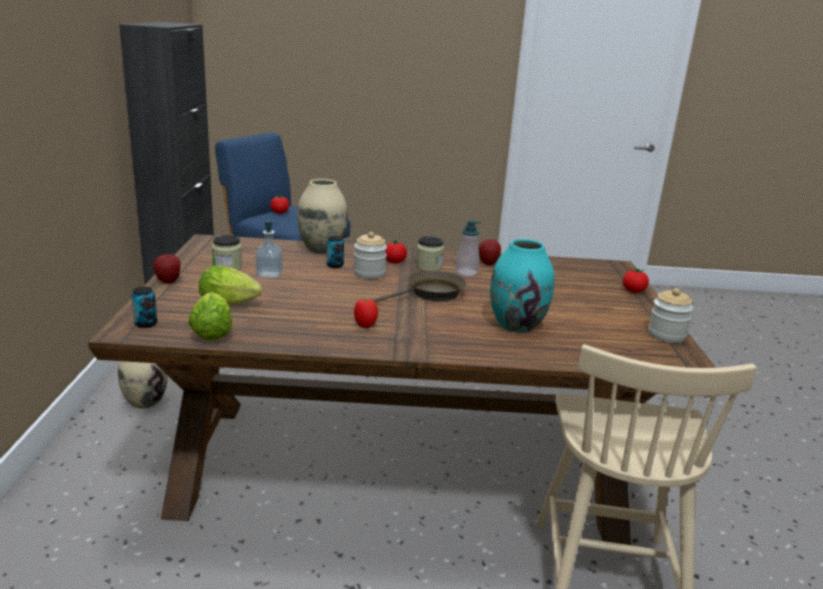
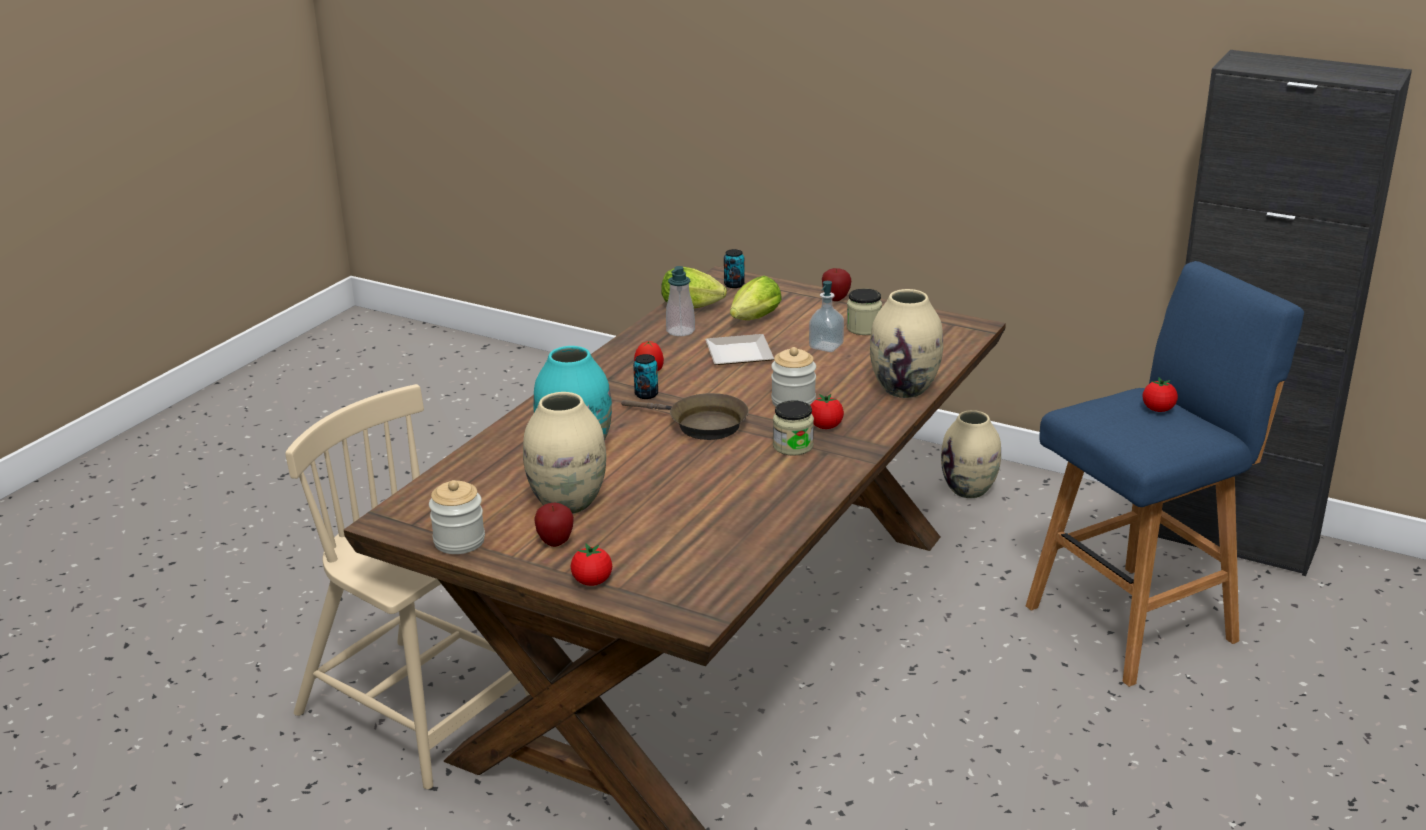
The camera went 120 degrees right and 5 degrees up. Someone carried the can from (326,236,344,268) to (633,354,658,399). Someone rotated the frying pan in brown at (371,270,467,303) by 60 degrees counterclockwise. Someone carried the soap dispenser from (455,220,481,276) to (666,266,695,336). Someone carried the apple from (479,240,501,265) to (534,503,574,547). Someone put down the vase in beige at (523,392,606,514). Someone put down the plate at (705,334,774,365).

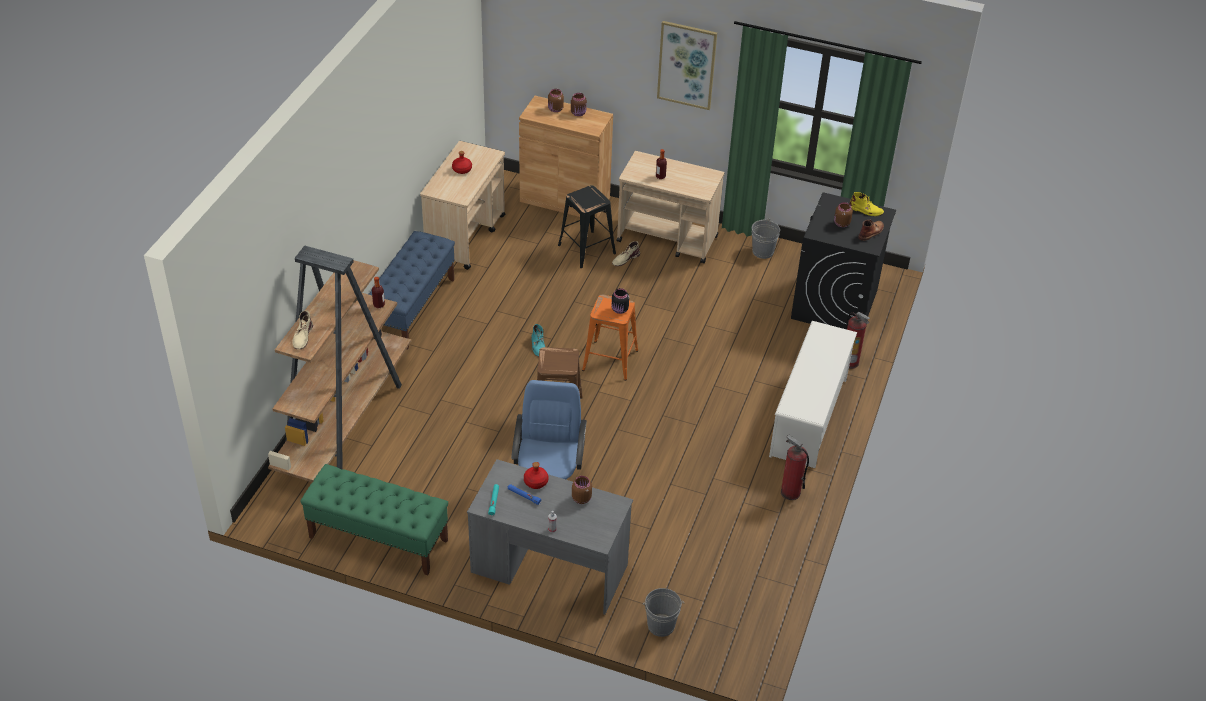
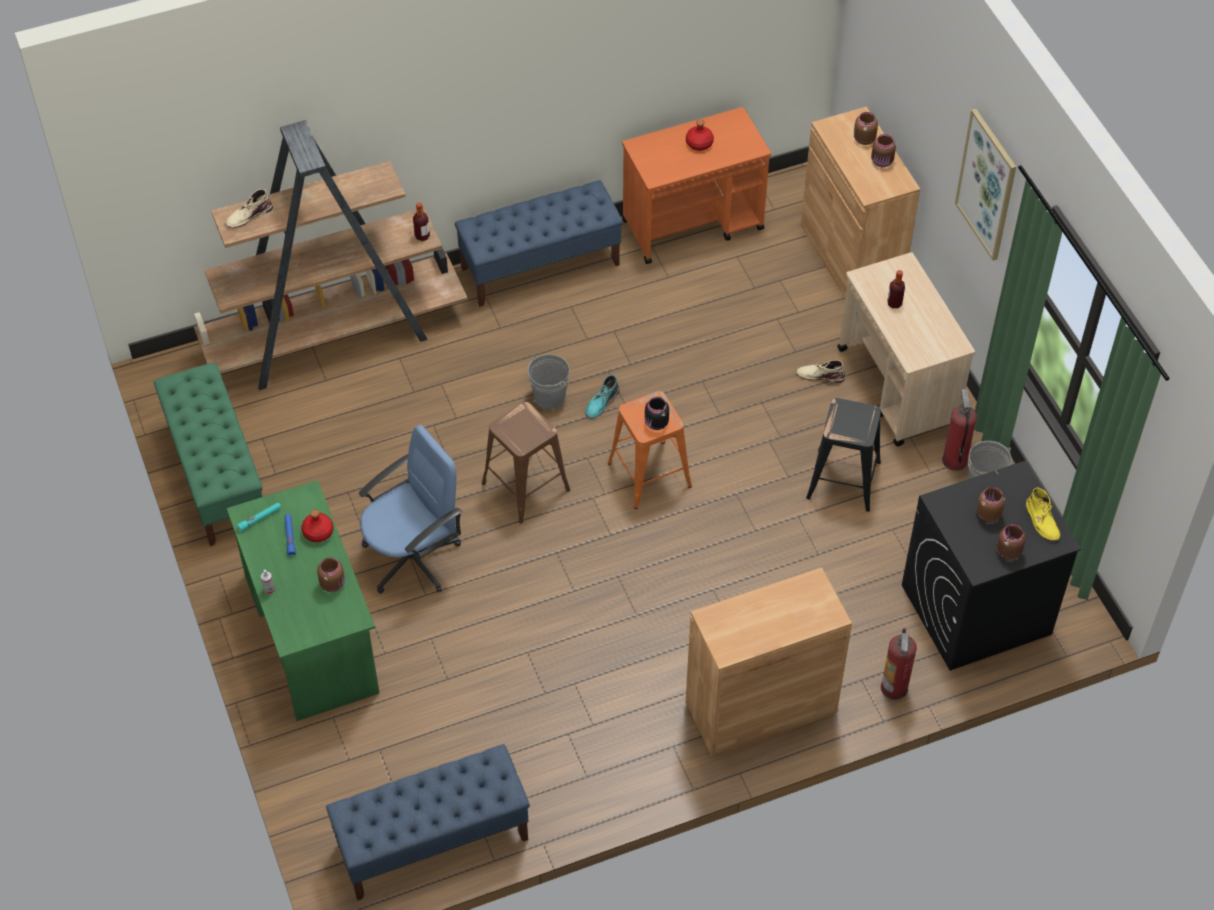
The camera went 50 degrees right and 10 degrees up. Someone repainted the cart in beige at (420,141,505,270), which became the cart in orange at (622,107,771,264). Someone repainted the desk in grey at (467,459,633,615), which became the desk in green at (226,480,379,721). Someone carried the stool in black from (558,185,616,268) to (806,398,881,512). Someone carried the bucket in grey from (643,588,684,637) to (528,354,570,409). Someone swapped the shoe rack in white at (769,321,857,468) for the cabinet in brown at (686,567,852,757). Someone carried the fire extinguisher from (781,435,809,500) to (942,389,977,471). Someone swapped the boot in brown at (858,219,884,241) for the jar in brown at (997,524,1026,560). Someone put down the bench in blue at (326,744,530,901).

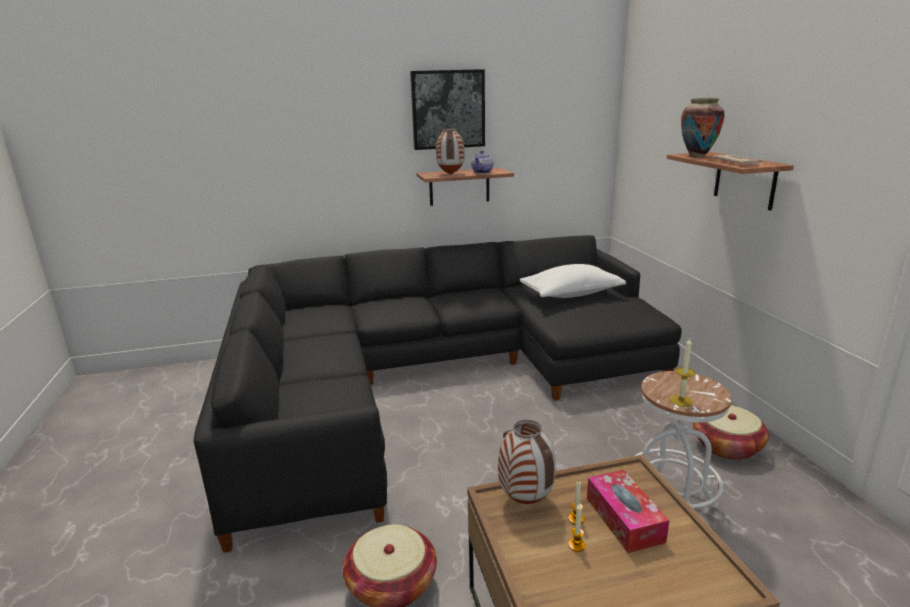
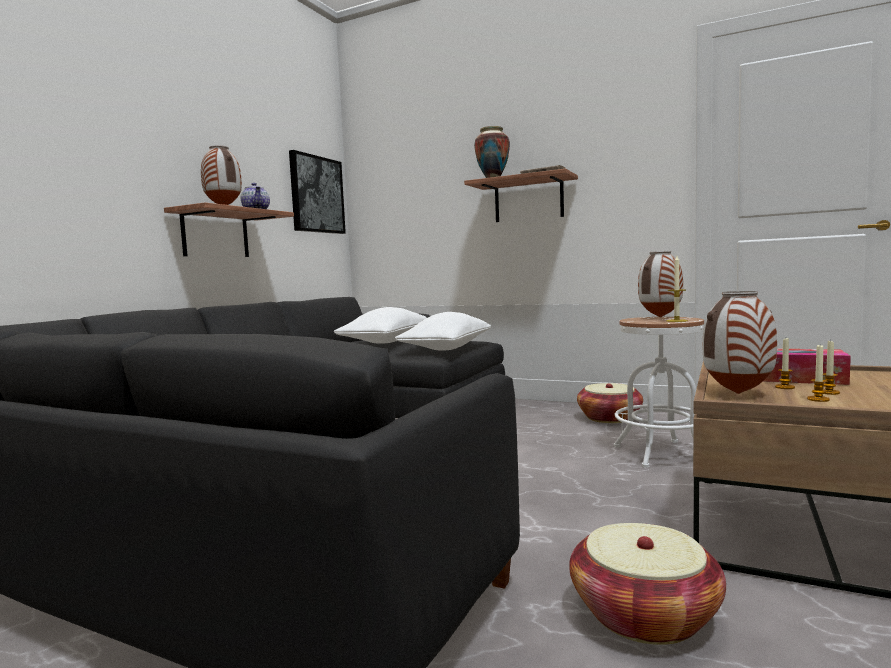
The camera went 50 degrees left and 15 degrees down. Someone carried the picture from (410,69,485,150) to (289,150,346,234). Someone put down the pillow in white at (395,312,491,350). Someone put down the vase at (638,251,683,318). Someone put down the candle at (807,345,830,402).

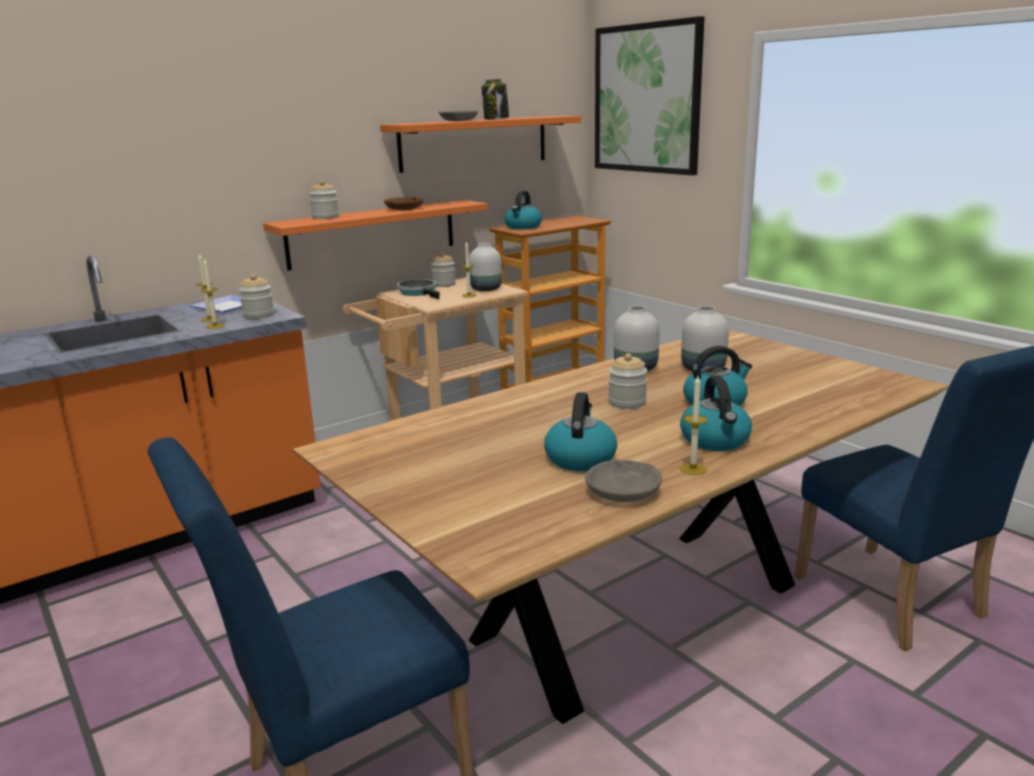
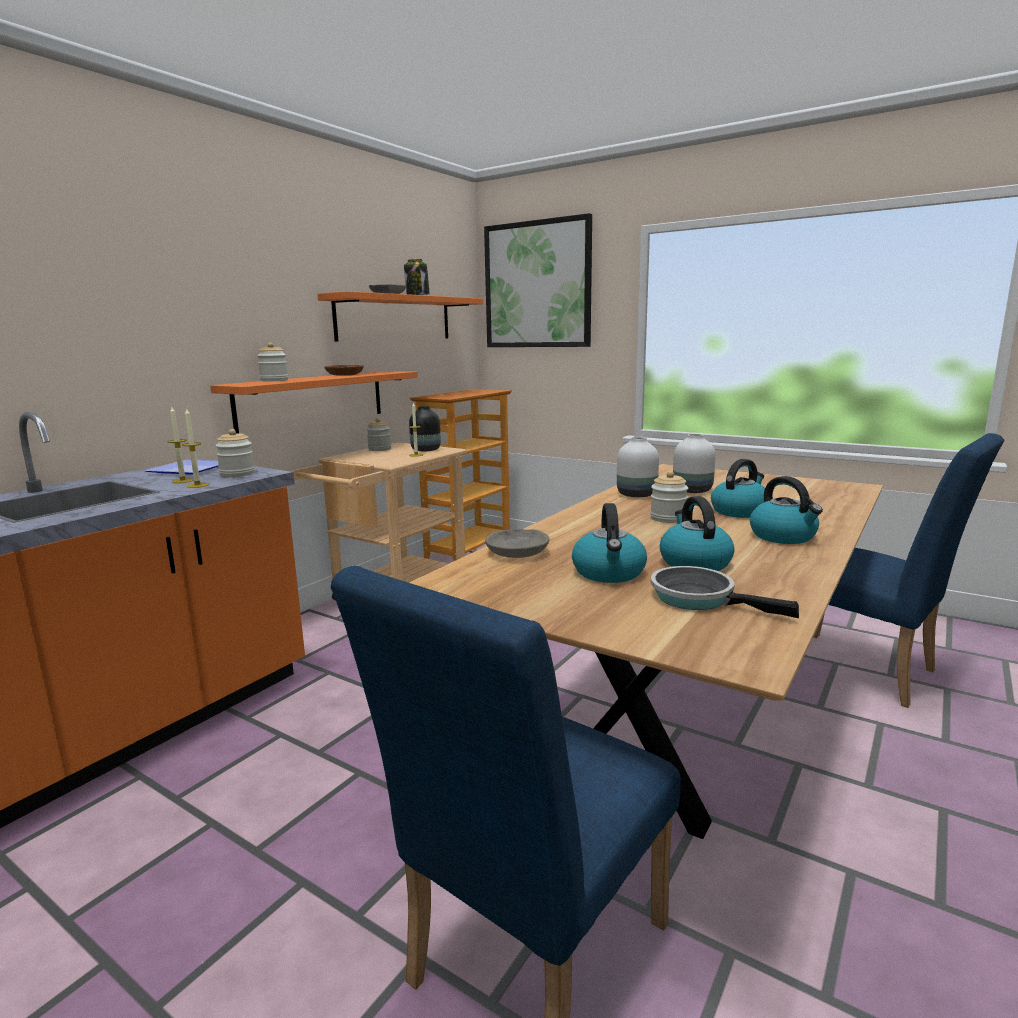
The camera went 20 degrees left and 5 degrees down. Someone carried the frying pan from (397,279,440,299) to (651,566,799,618). Someone repainted the vase in white at (469,243,502,291), which became the vase in black at (409,406,441,451). Someone carried the kettle from (505,191,542,230) to (572,503,647,583). Someone carried the bowl in grey from (585,460,662,502) to (485,529,549,558). Someone took away the candle at (680,376,708,475).

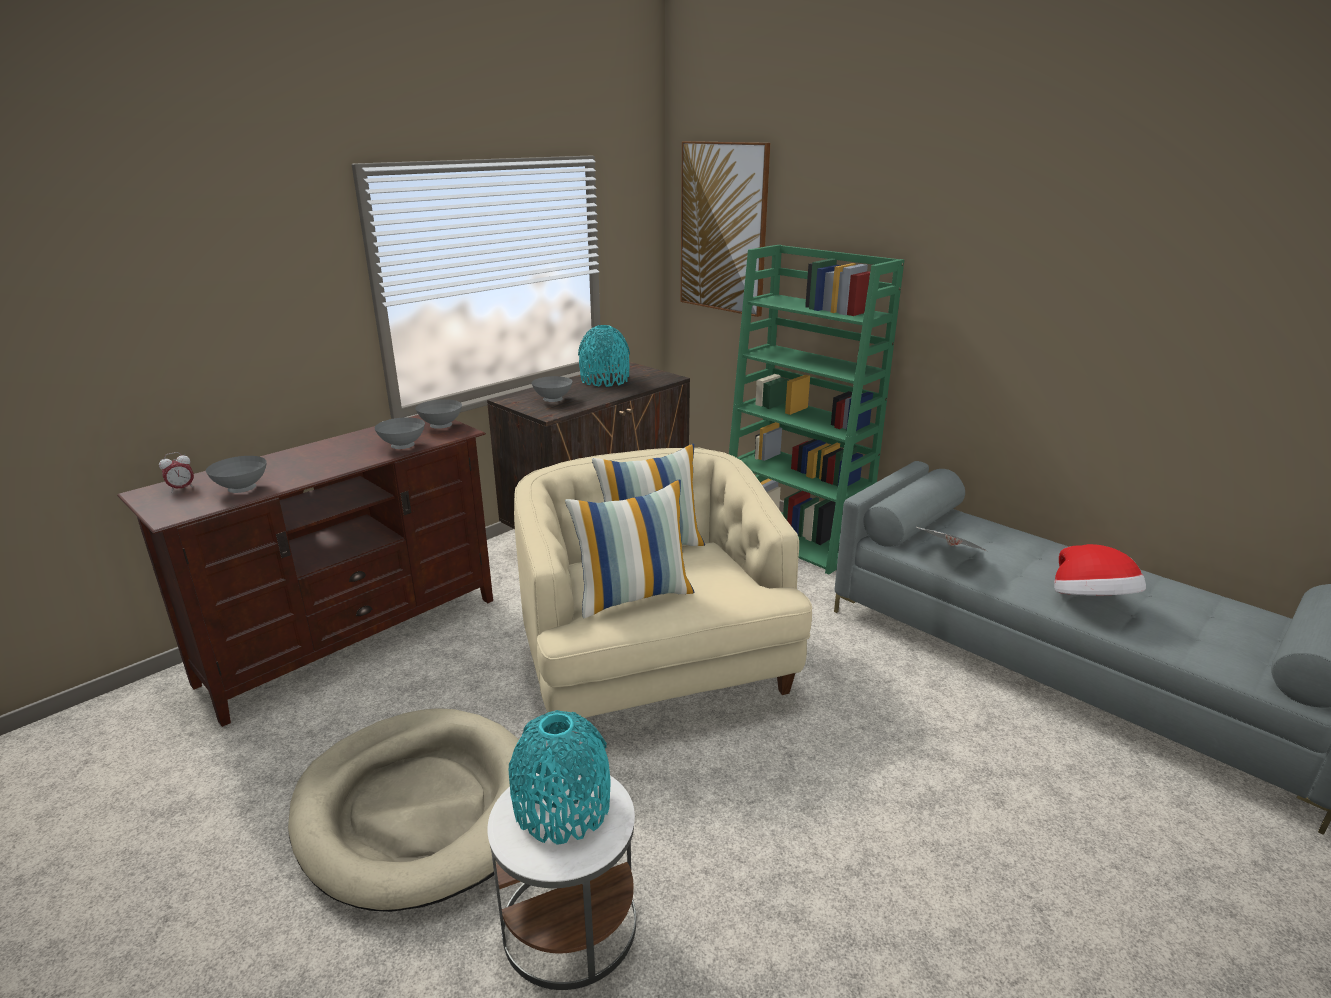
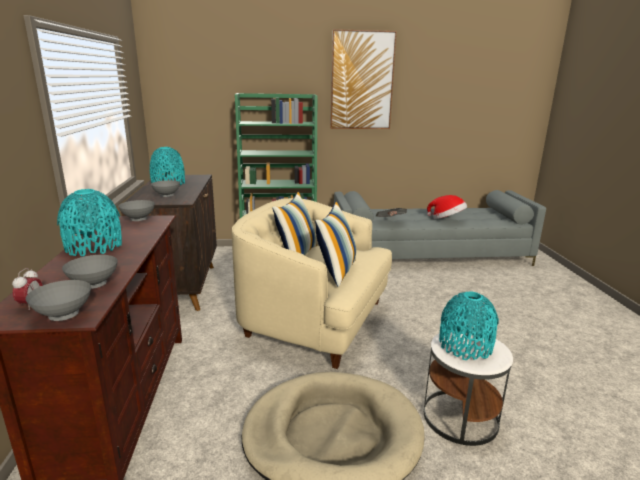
The camera went 50 degrees left and 5 degrees down. Someone carried the bowl in grey from (375,417,425,449) to (26,280,91,321). Someone carried the picture from (681,141,770,317) to (330,29,396,129). Someone put down the vase in turquoise at (57,189,122,256).

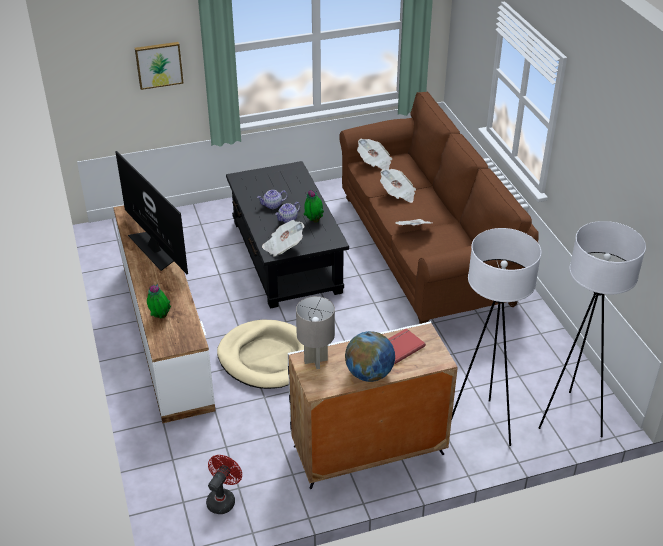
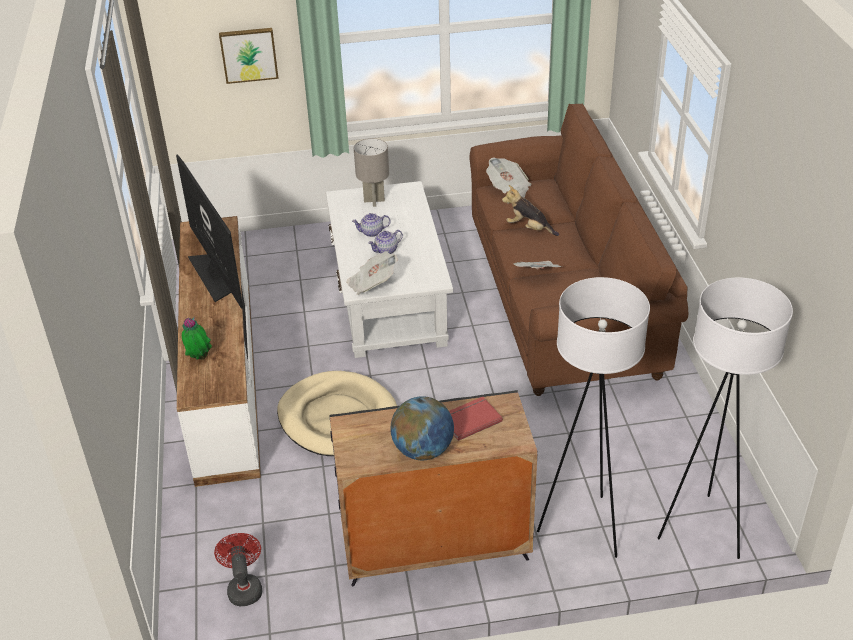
The camera went 10 degrees right and 0 degrees up. Someone rotated the fan in red at (206,455,242,514) by 45 degrees counterclockwise. Someone repainted the coffee table in black at (226,161,349,309), which became the coffee table in white at (326,181,453,358). Someone repainted the cabinet in white at (288,321,457,489), which became the cabinet in black at (329,390,537,586). Someone carried the table lamp in grey from (296,296,335,369) to (354,138,389,207). Someone took away the potted plant at (304,190,324,223). Someone swapped the newspaper at (380,169,416,203) for the plush toy at (502,185,559,236).

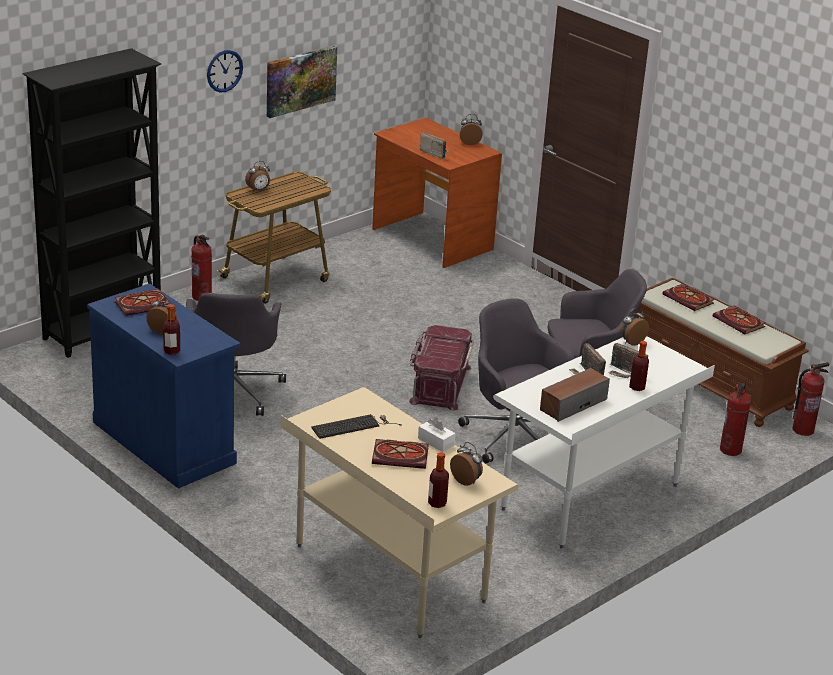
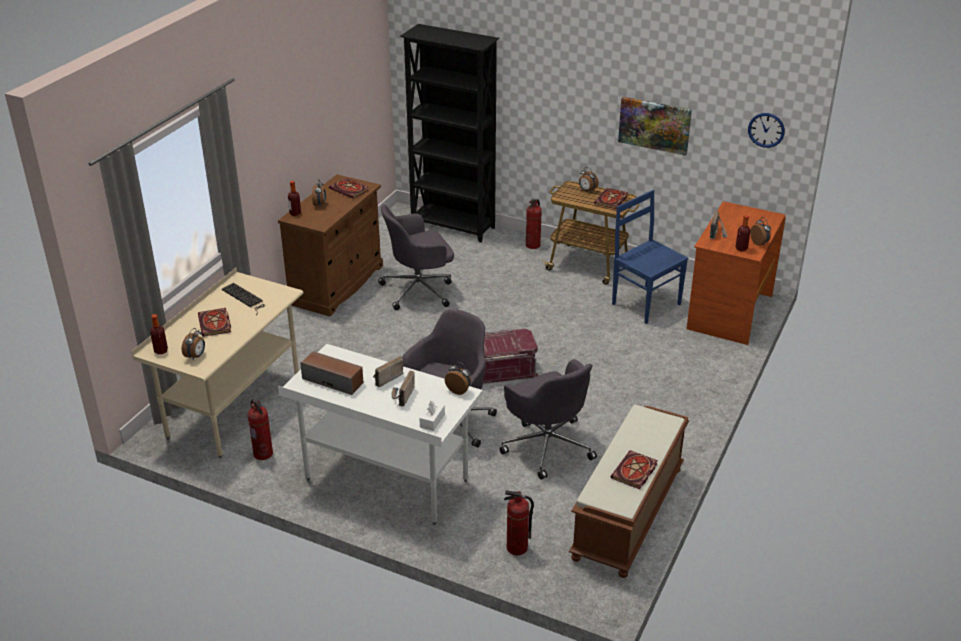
The camera went 70 degrees right and 5 degrees up. Someone repainted the cabinet in blue at (87,284,241,489), which became the cabinet in brown at (278,174,383,316). Someone carried the wall clock from (207,50,243,93) to (748,113,785,148). Someone carried the tissue box in white from (418,418,456,452) to (419,401,445,431). Someone carried the bottle from (629,341,649,391) to (736,215,750,251). Someone carried the book from (662,283,715,311) to (594,188,628,209). Someone carried the fire extinguisher from (792,362,830,436) to (248,400,273,460). Someone put down the chair in blue at (612,190,688,324).

